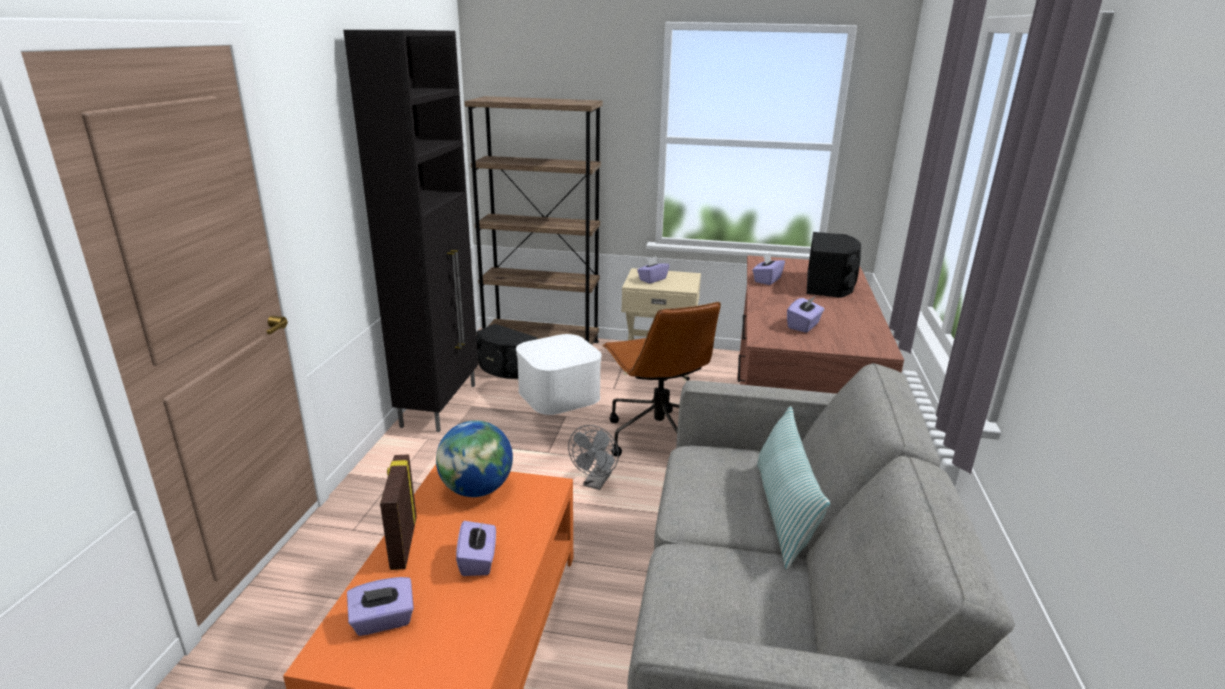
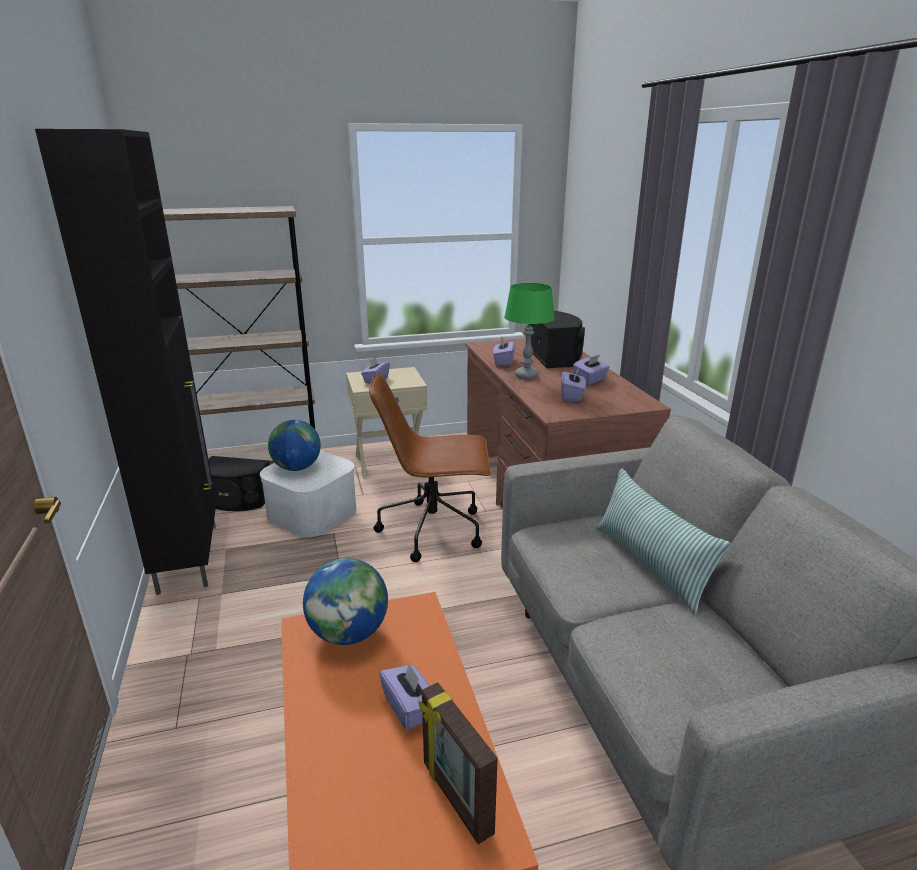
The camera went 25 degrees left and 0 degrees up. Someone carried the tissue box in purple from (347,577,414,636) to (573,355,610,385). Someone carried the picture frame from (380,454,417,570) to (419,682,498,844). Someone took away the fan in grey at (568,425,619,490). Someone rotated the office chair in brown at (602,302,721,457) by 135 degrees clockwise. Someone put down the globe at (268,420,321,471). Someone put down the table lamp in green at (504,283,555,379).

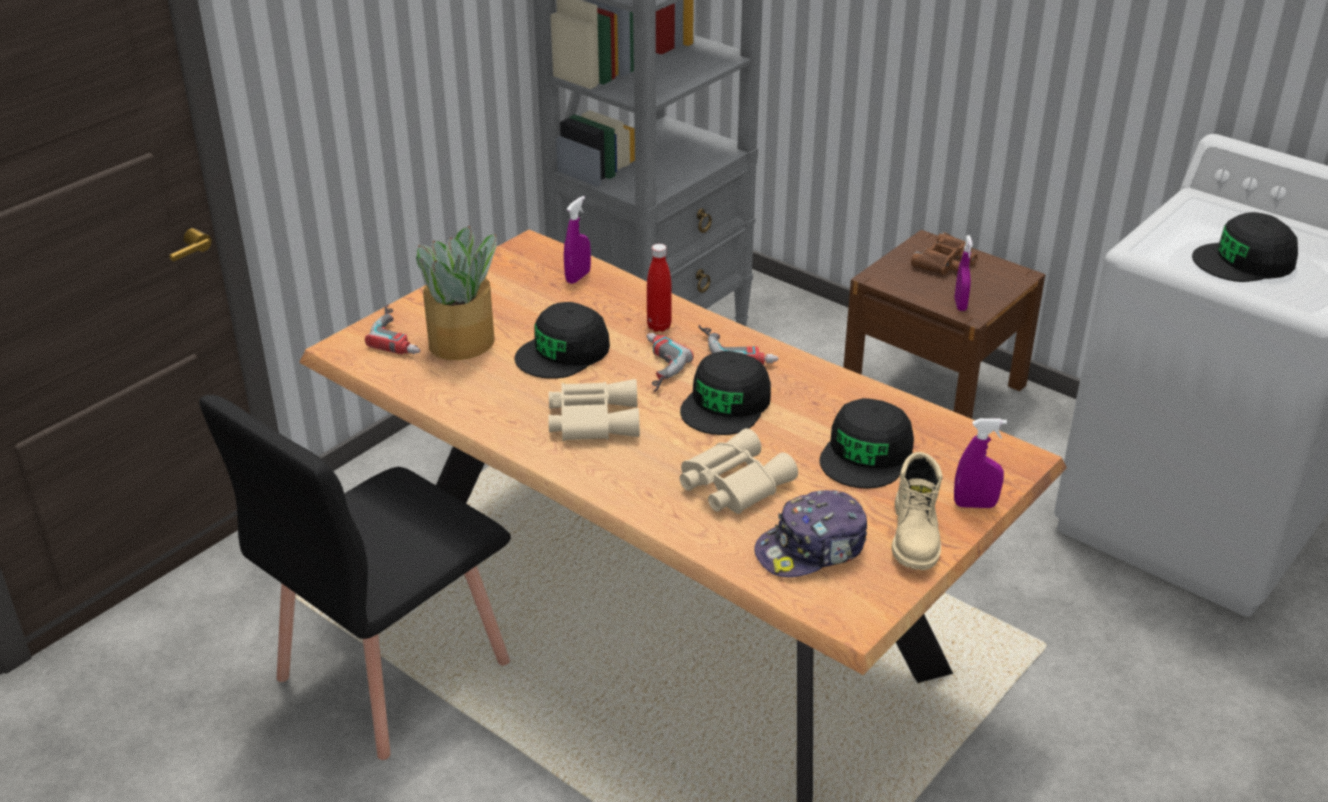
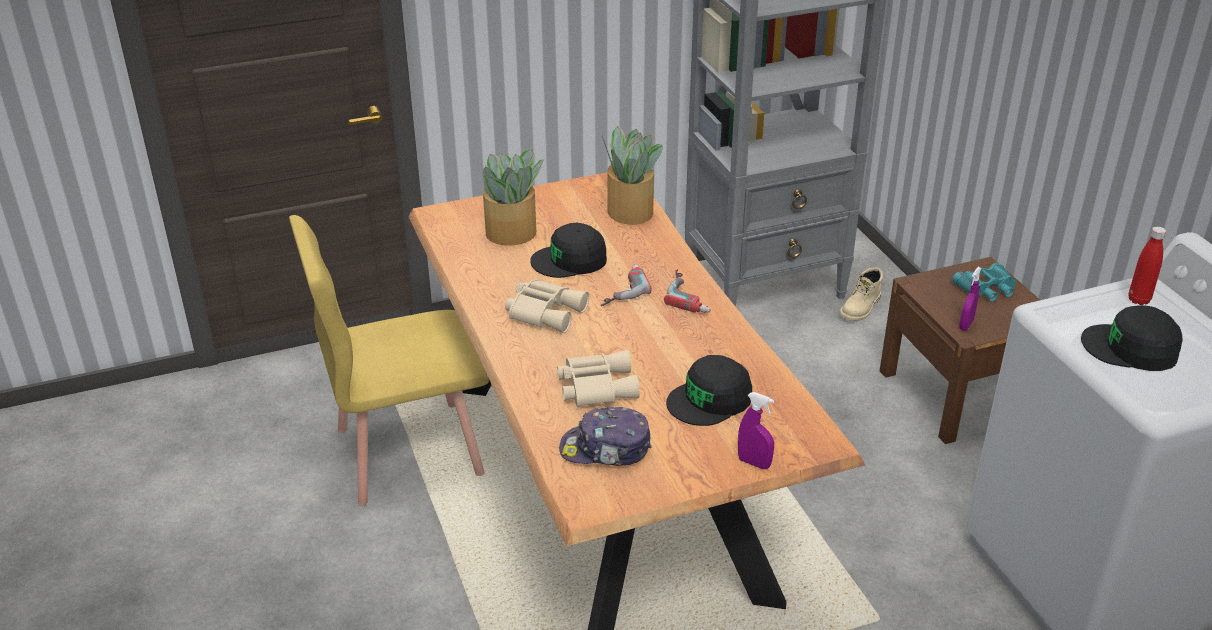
The camera went 30 degrees right and 0 degrees up. Someone repainted the chair in black at (199,395,511,760), which became the chair in yellow at (289,215,489,506). Someone took away the power drill at (365,304,421,355). Someone swapped the spray bottle in purple at (564,196,591,284) for the potted plant at (602,126,663,225). Someone carried the bottle in red from (647,244,672,332) to (1129,226,1166,305). Someone took away the cap in black at (680,351,771,435). Someone carried the boot in beige from (892,452,942,570) to (840,267,883,321). Someone repainted the binoculars in brown at (911,232,977,275), which became the binoculars in turquoise at (952,262,1016,302).

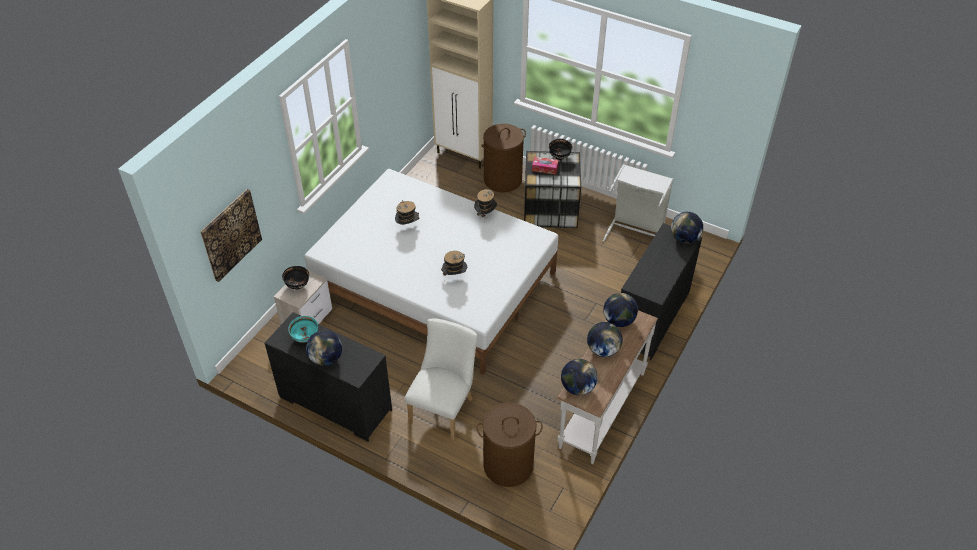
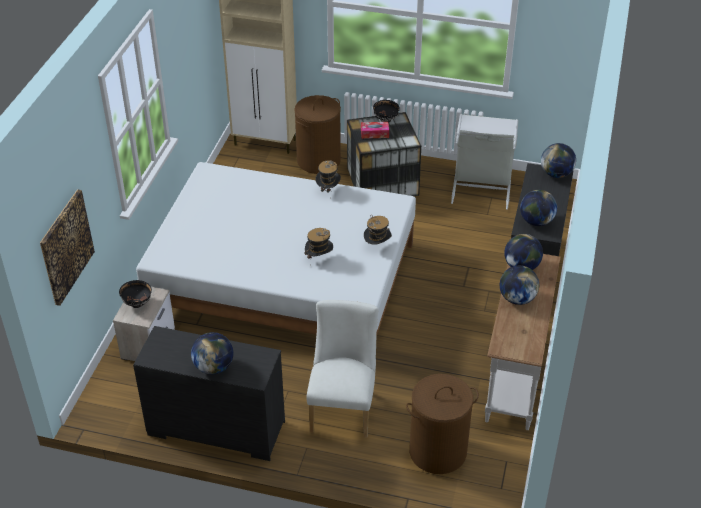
The camera went 15 degrees left and 5 degrees down. Someone took away the bowl in turquoise at (288,316,318,343). Someone carried the hat from (395,199,419,225) to (364,215,392,245). Someone carried the globe from (561,359,598,395) to (520,190,557,226).

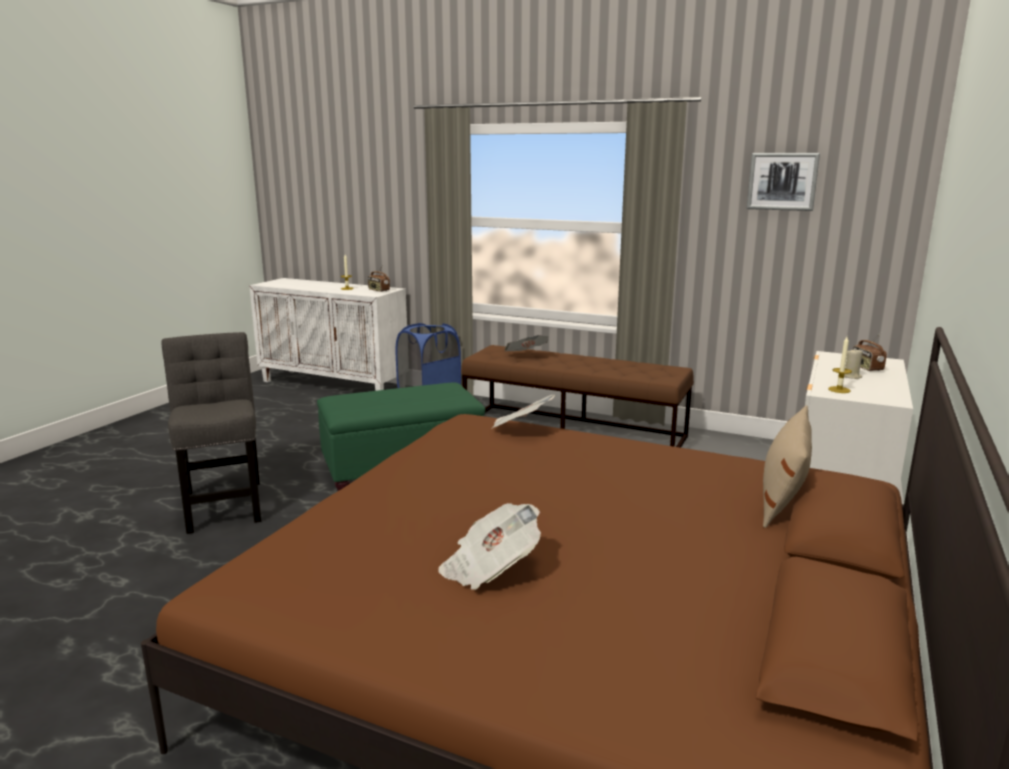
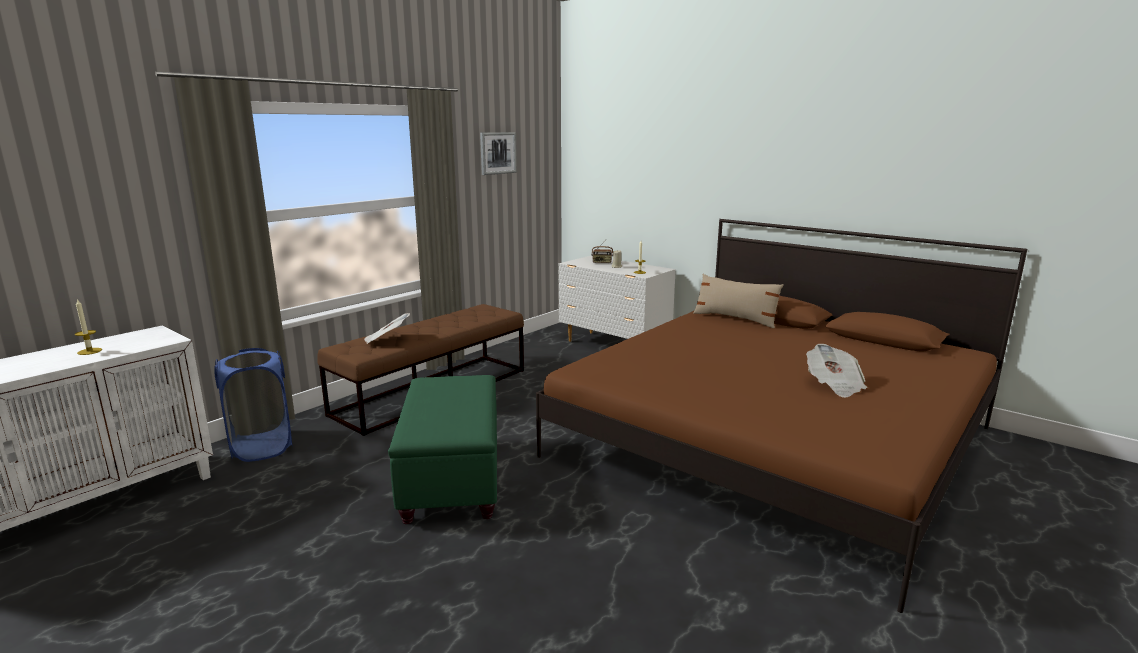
The camera went 75 degrees left and 0 degrees up. Someone took away the chair in grey at (161,332,261,534). Someone took away the radio at (368,265,390,292). Someone took away the newspaper at (491,395,555,429).

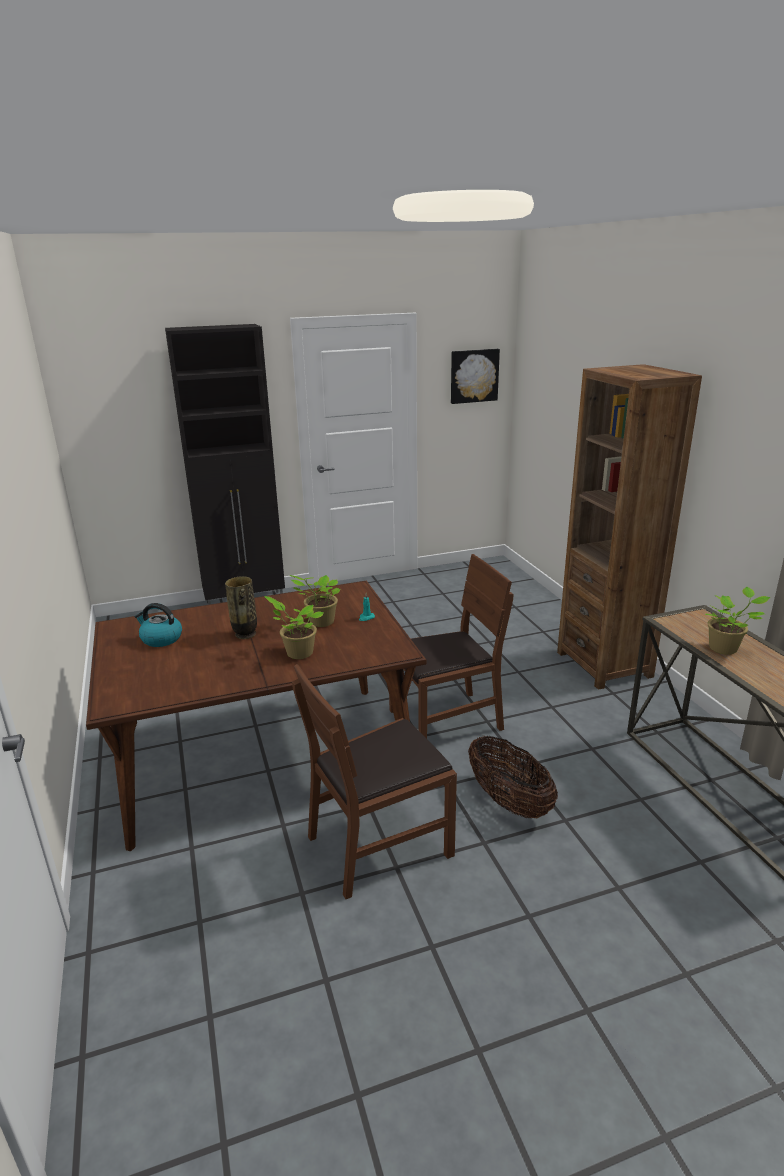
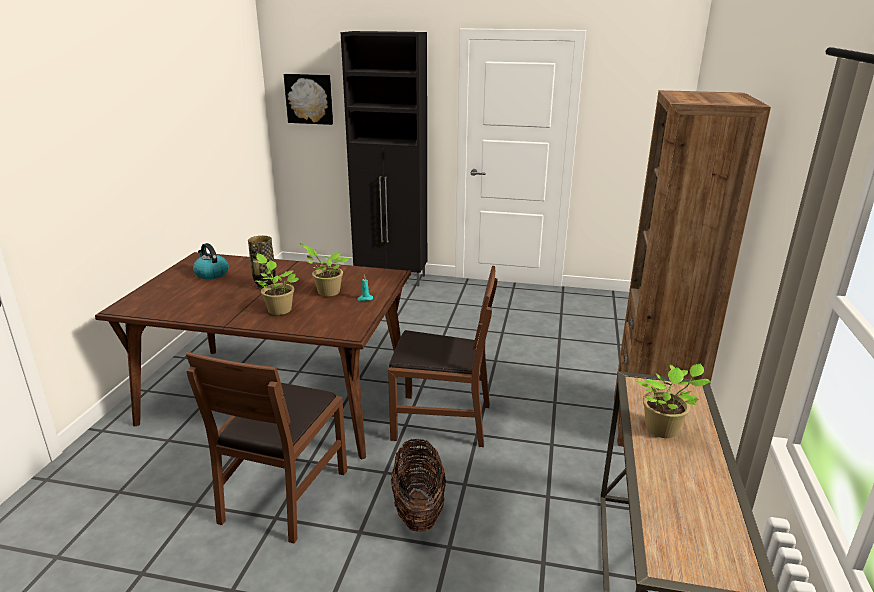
The camera went 30 degrees right and 0 degrees up. Someone rotated the chair in brown at (292,664,457,899) by 75 degrees counterclockwise. Someone carried the picture from (451,349,500,404) to (284,74,333,125).

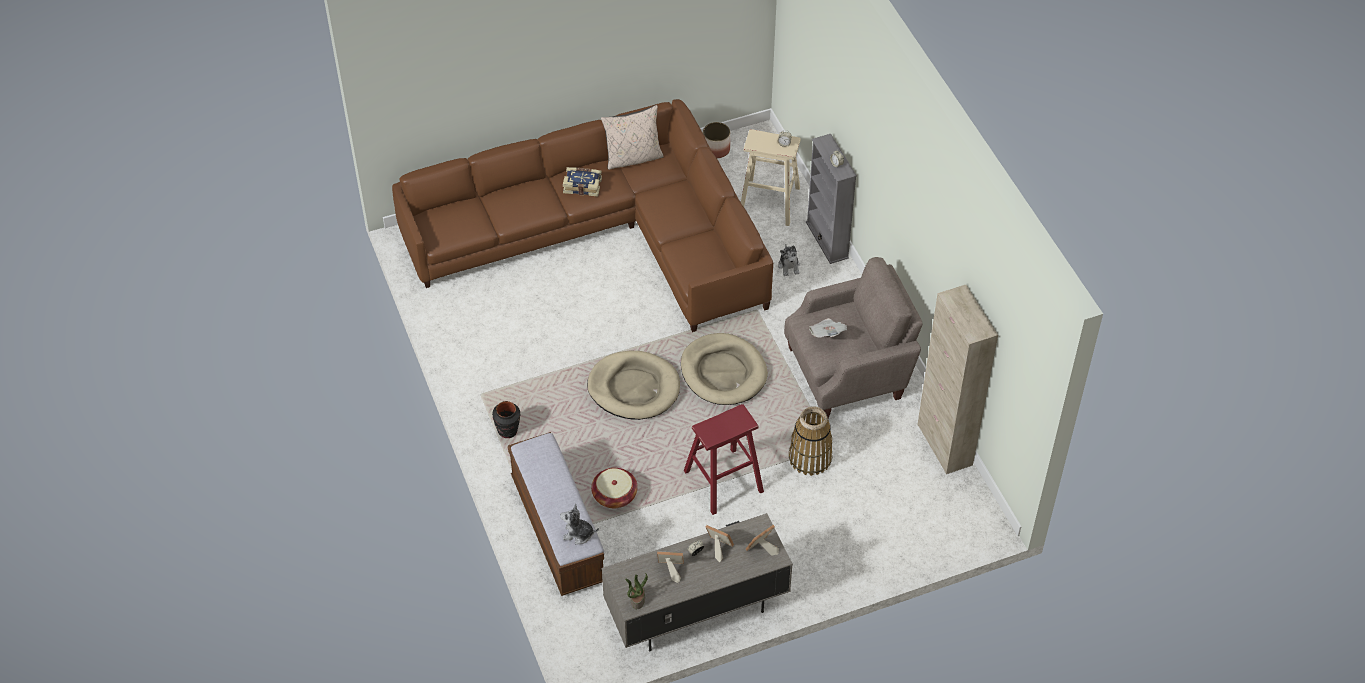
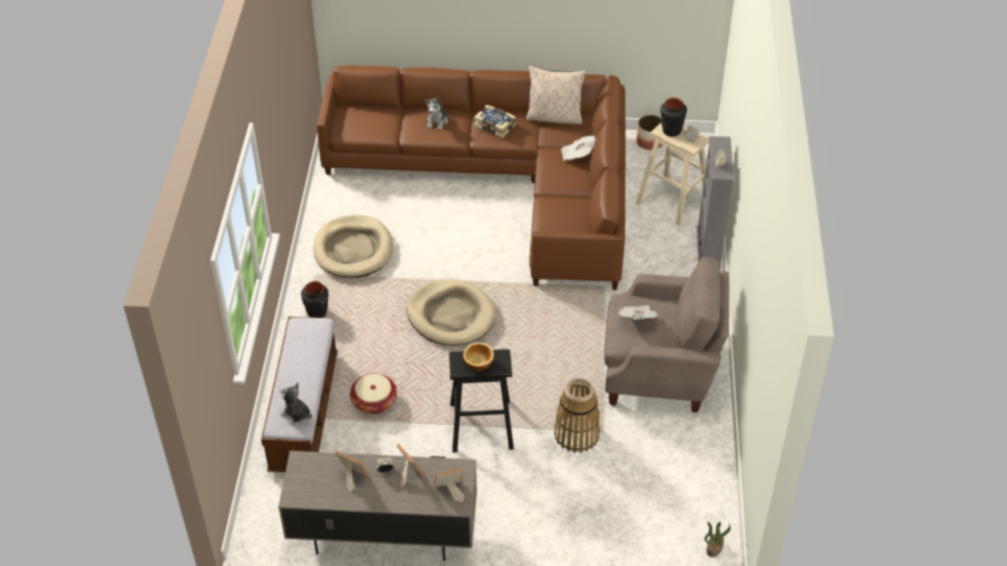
The camera went 25 degrees right and 5 degrees down. Someone carried the potted plant from (625,573,648,609) to (705,522,731,557). Someone carried the dog bed in beige from (681,333,768,405) to (314,215,393,278). Someone repainted the stool in red at (684,404,764,515), which became the stool in black at (449,349,514,453). Someone carried the plush toy from (778,245,800,276) to (425,97,448,130). Someone took away the cabinet in beige at (917,285,998,474). Someone put down the bowl at (463,342,494,371). Someone put down the newspaper at (561,136,596,161). Someone put down the vase in black at (660,98,687,137).

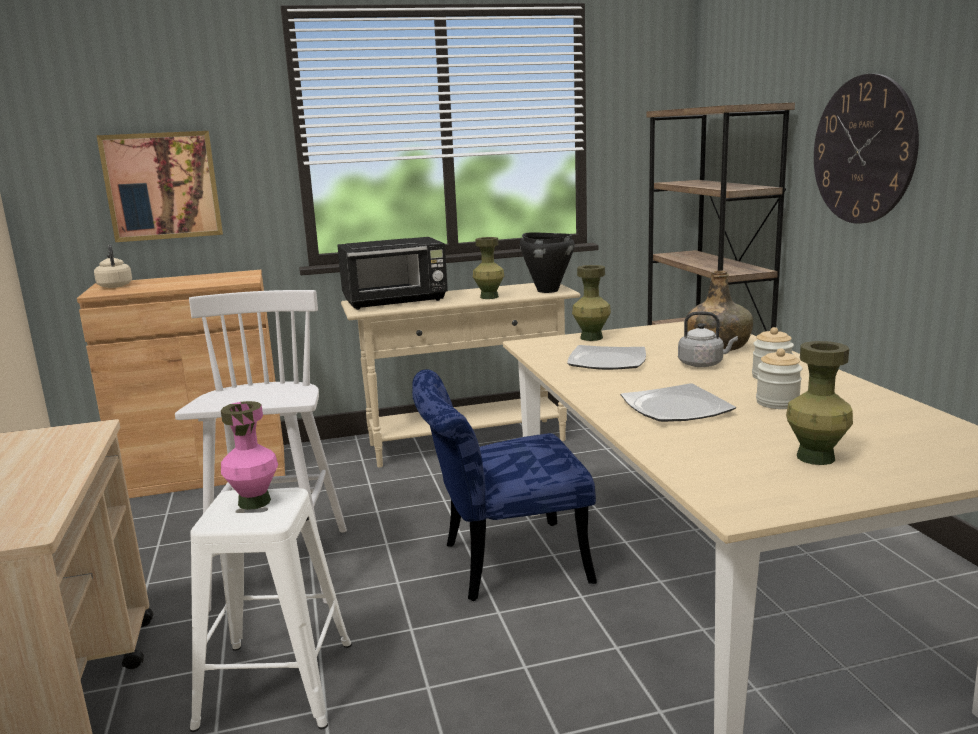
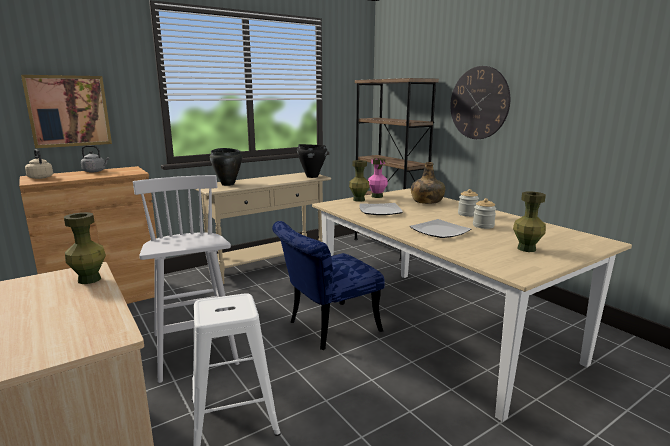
The camera went 20 degrees left and 0 degrees up. Someone carried the vase in pink from (221,401,278,510) to (368,158,388,198). Someone swapped the microwave in black at (337,237,448,310) for the cooking pot in black at (210,148,242,186). Someone carried the vase in green from (473,237,504,299) to (64,212,106,284). Someone carried the kettle in grey from (678,312,738,367) to (81,145,109,172).

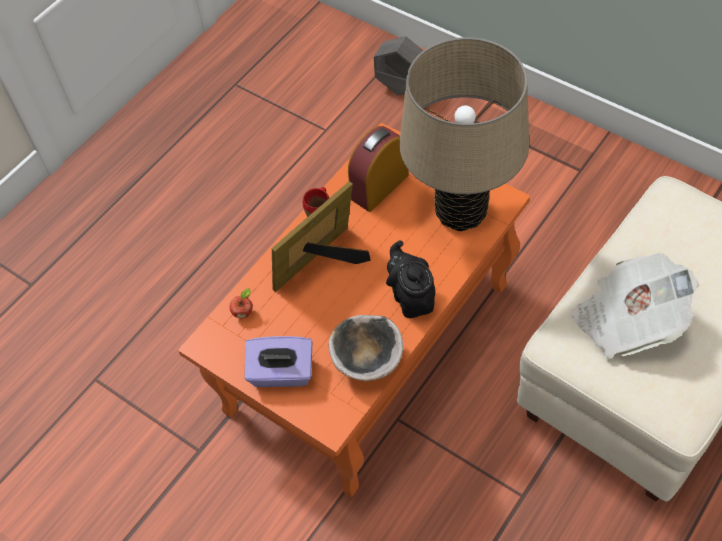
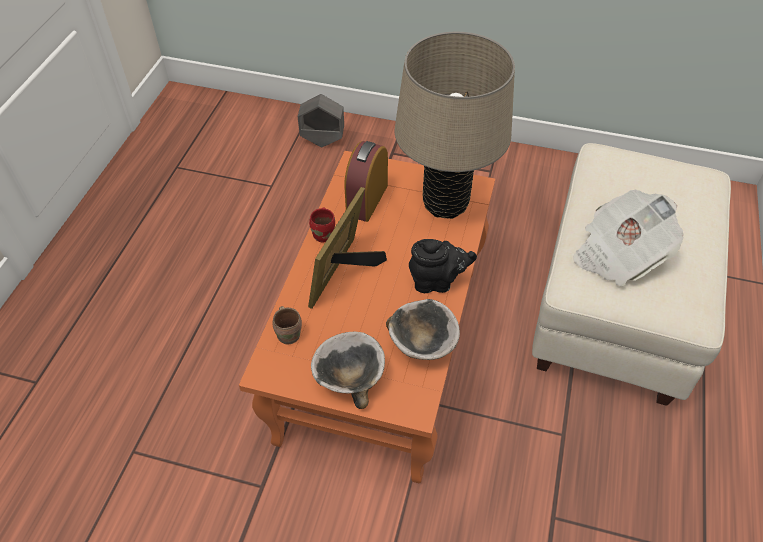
The camera went 25 degrees left and 5 degrees down. Someone swapped the apple at (230,288,253,318) for the mug in brown at (273,306,302,344). Someone swapped the tissue box in purple at (245,336,312,387) for the bowl at (311,332,385,409). Someone rotated the teapot in black at (386,240,435,318) by 135 degrees clockwise.

